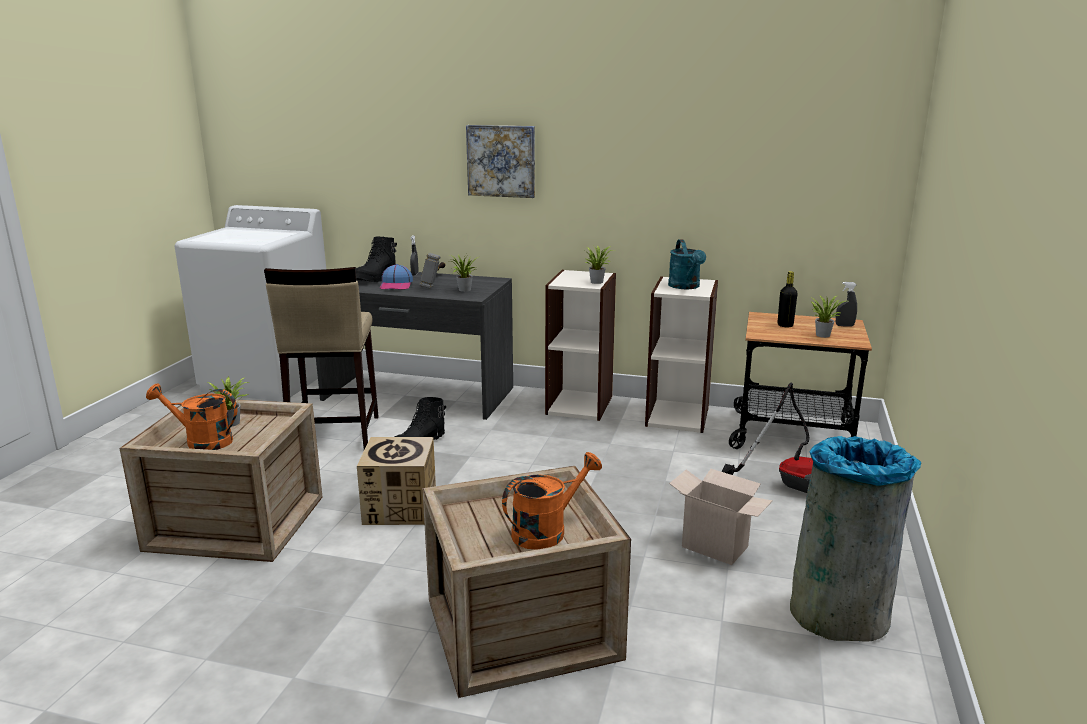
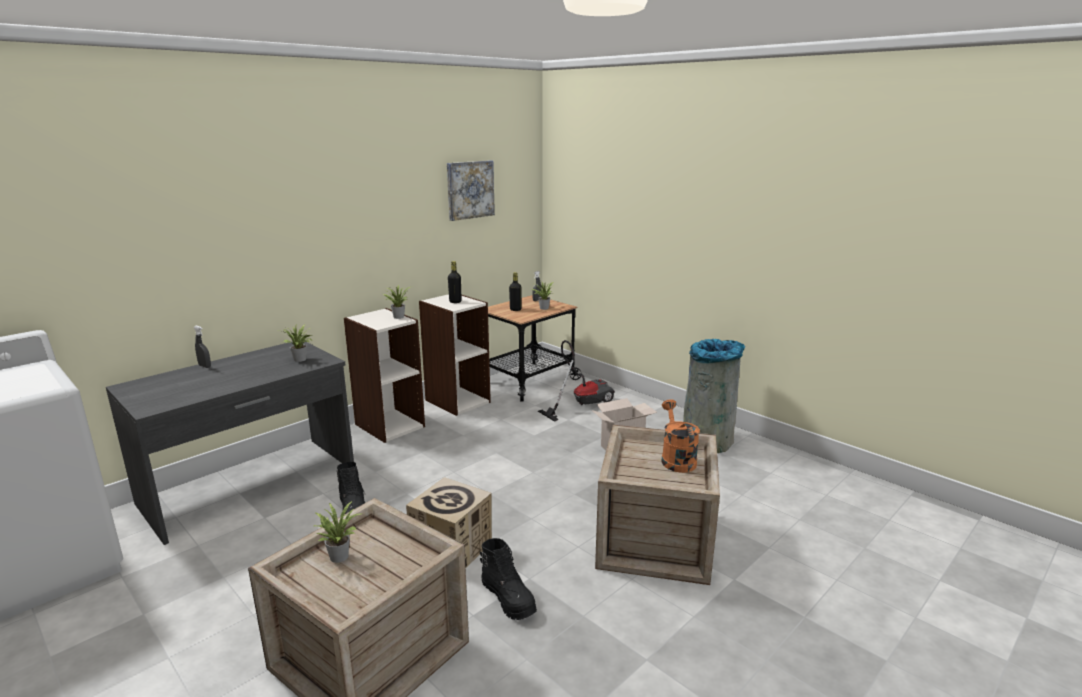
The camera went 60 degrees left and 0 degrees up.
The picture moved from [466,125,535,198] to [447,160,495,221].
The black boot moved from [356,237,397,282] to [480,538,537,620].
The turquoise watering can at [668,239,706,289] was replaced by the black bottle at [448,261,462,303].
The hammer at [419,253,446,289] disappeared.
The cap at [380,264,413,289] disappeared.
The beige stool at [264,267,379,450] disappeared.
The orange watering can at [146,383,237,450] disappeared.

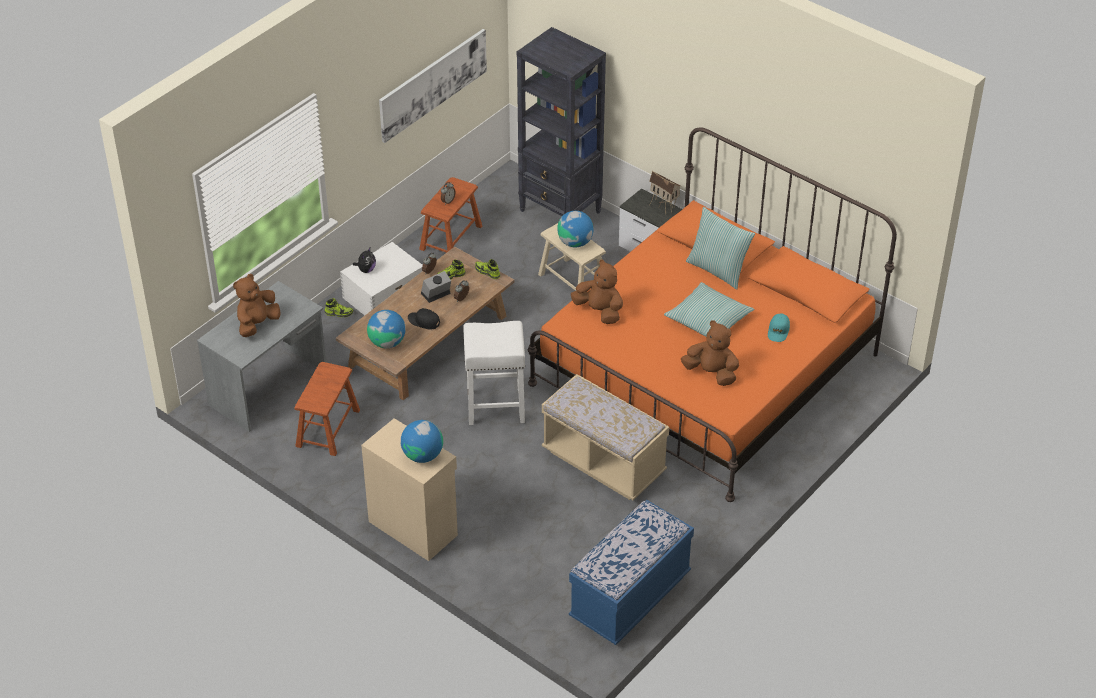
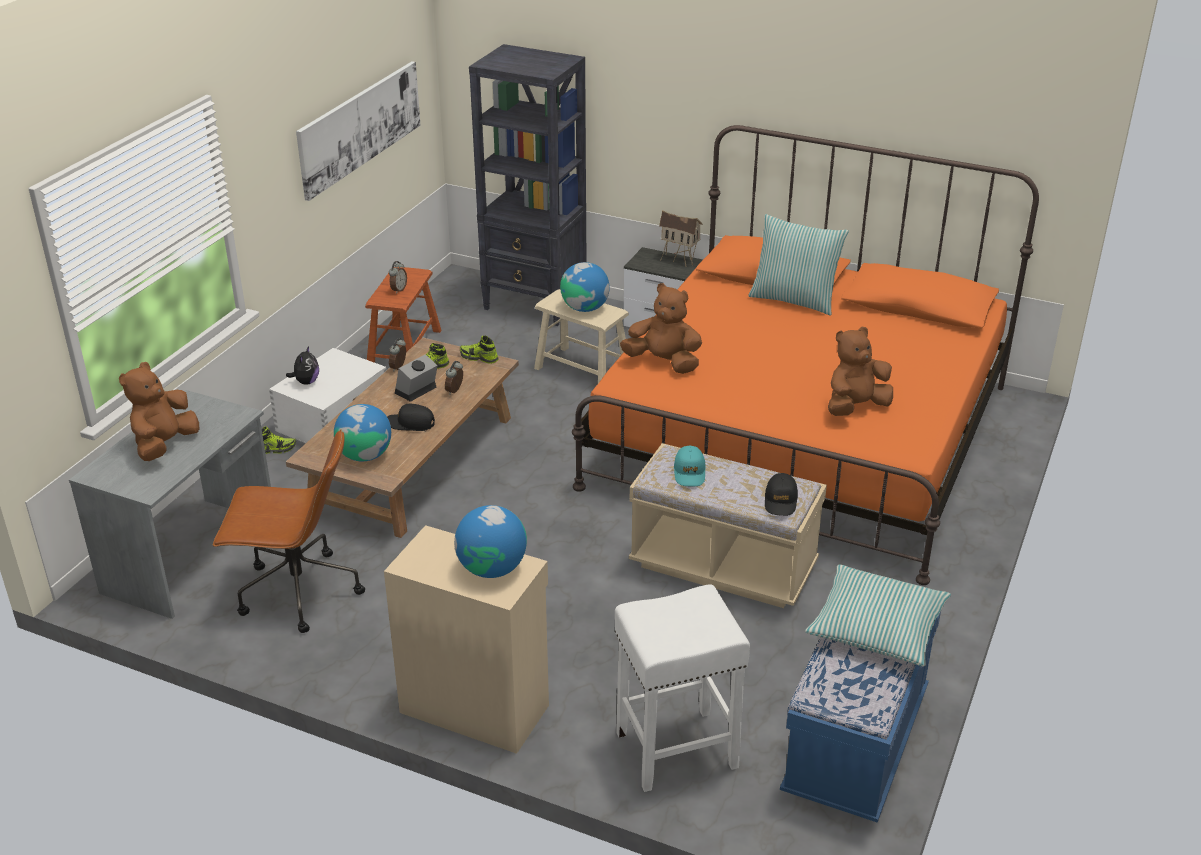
The camera went 15 degrees left and 10 degrees down.
The pillow moved from [664,282,754,337] to [805,564,951,667].
The turquoise cap moved from [768,314,790,342] to [674,445,706,486].
The brown plush toy at [681,320,739,386] turned 45 degrees counterclockwise.
The white stool moved from [463,321,525,425] to [615,584,750,792].
The brown stool at [295,362,360,456] was replaced by the brown office chair at [212,430,365,633].
The black cap at [765,473,798,516] appeared.

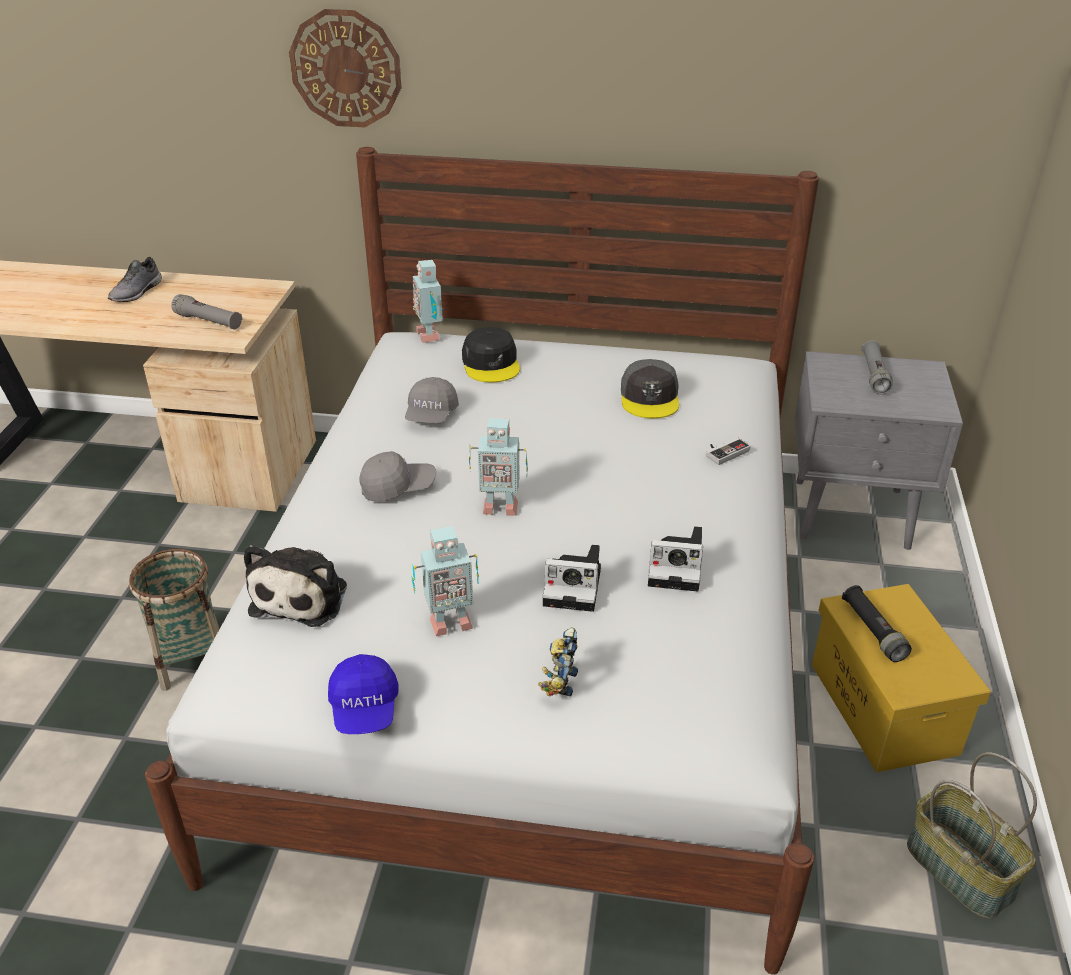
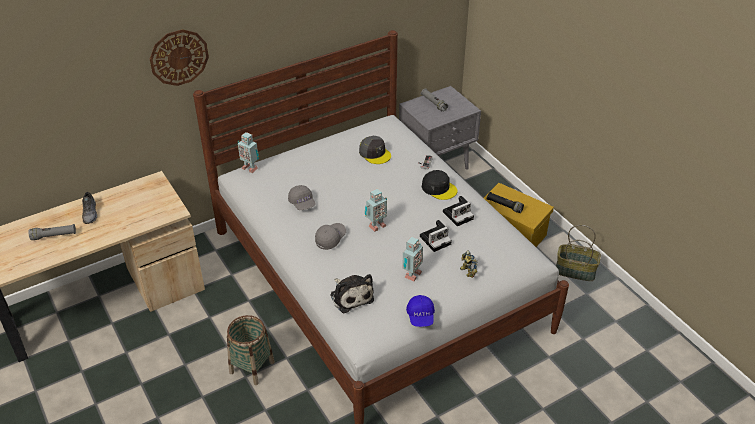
The camera went 40 degrees left and 5 degrees up.
The grey flashlight moved from [171,294,243,329] to [29,224,76,240].
The black cap moved from [462,327,520,383] to [422,170,457,200].
The blue cap at [328,654,399,734] turned 45 degrees clockwise.

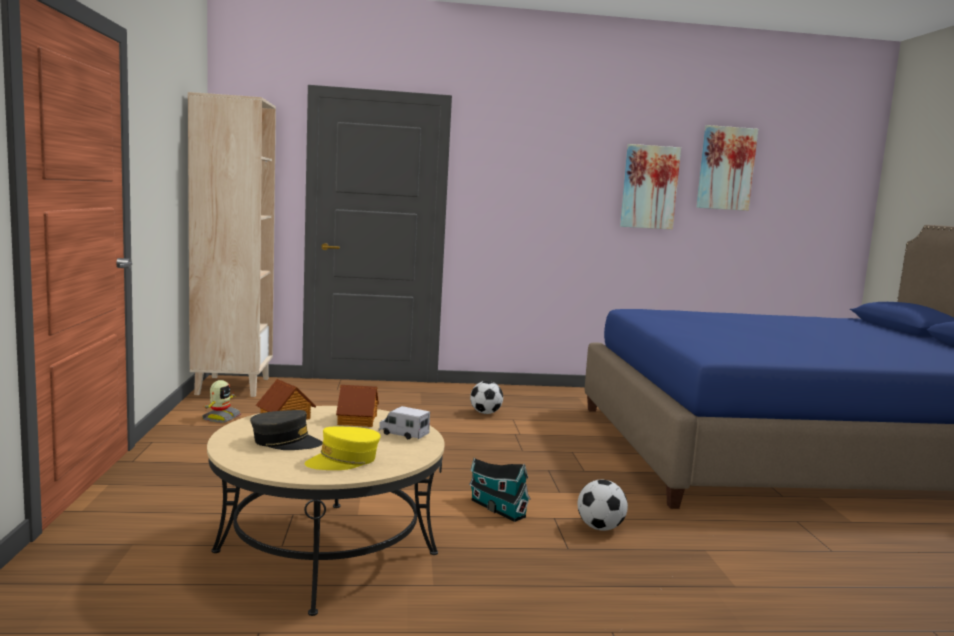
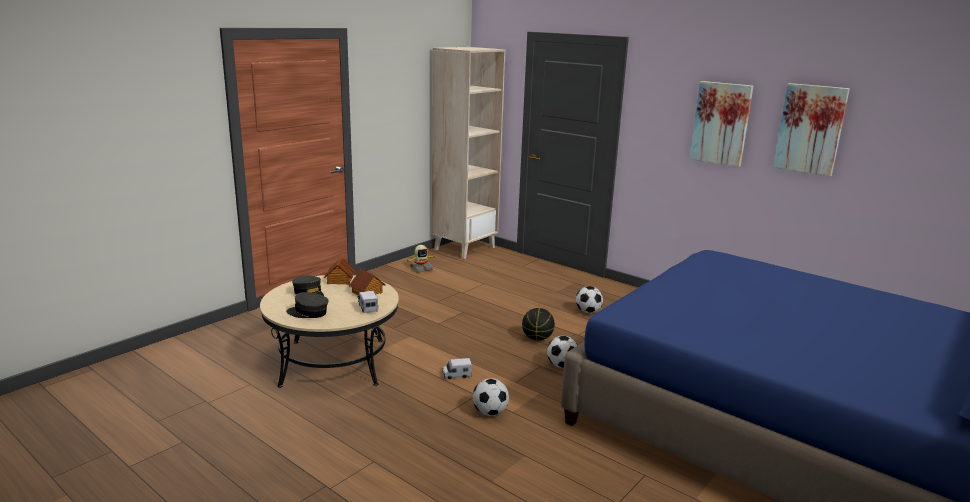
The camera went 45 degrees right and 10 degrees up.
The picture moved from [696,125,758,211] to [690,81,754,167].
The yellow cap at [305,427,381,470] became the grey cap at [286,292,328,318].
The toy house at [469,458,531,522] was replaced by the toy truck at [442,358,472,379].
The basketball at [522,308,555,341] appeared.
The football at [547,336,578,368] appeared.

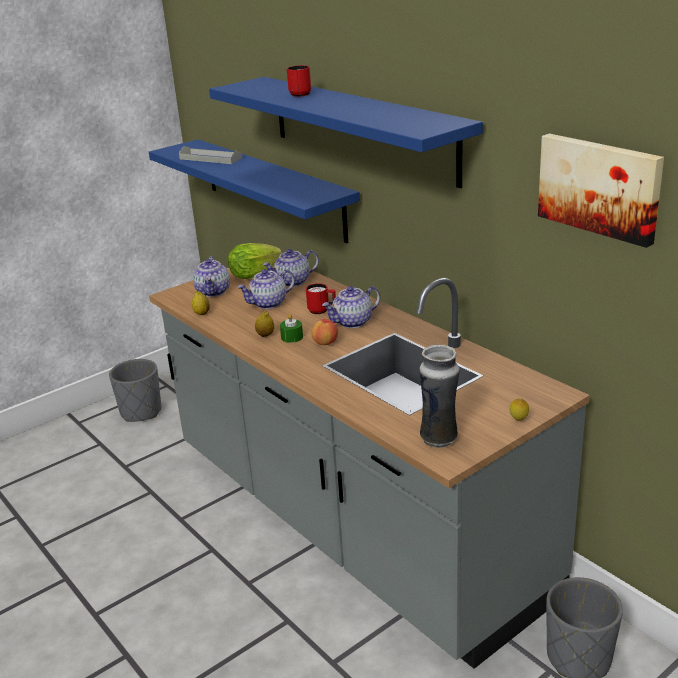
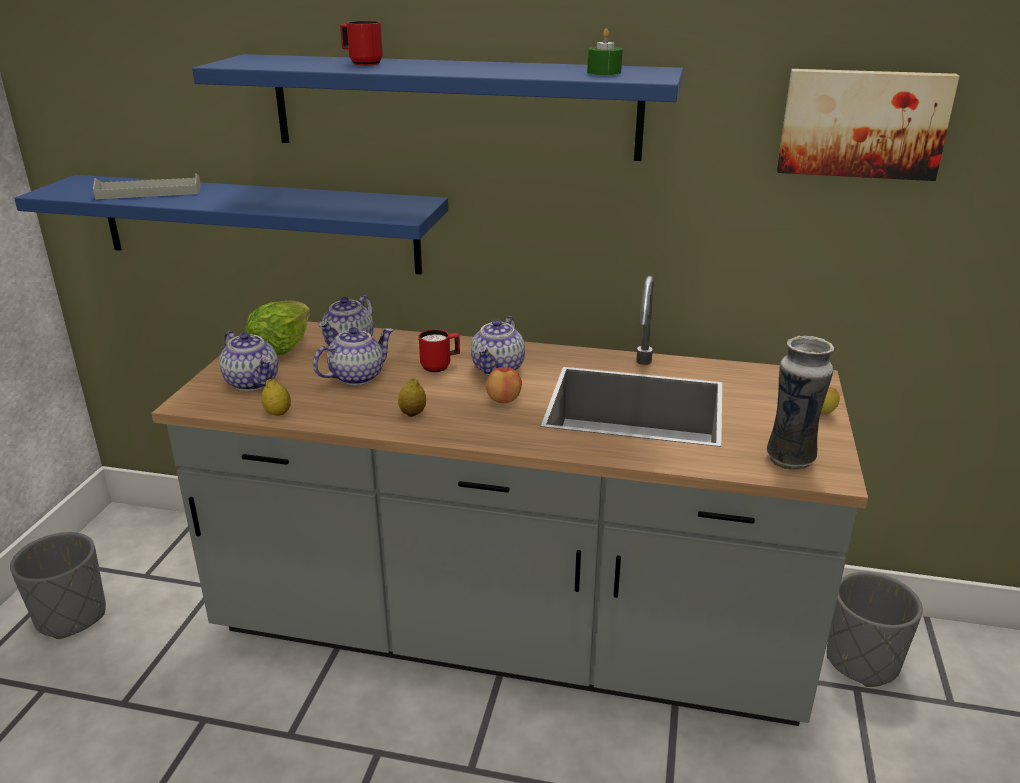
The camera went 40 degrees left and 0 degrees up.
The teapot at [237,269,295,309] turned 150 degrees counterclockwise.
The green candle moved from [280,314,303,343] to [587,29,622,75].

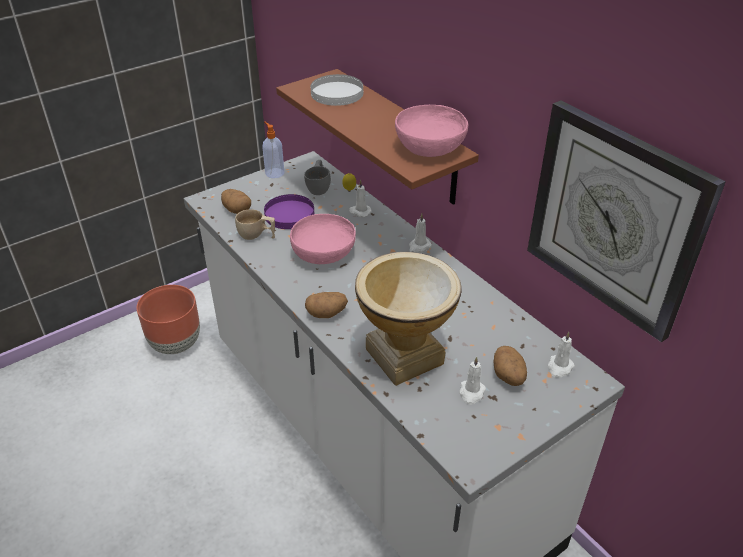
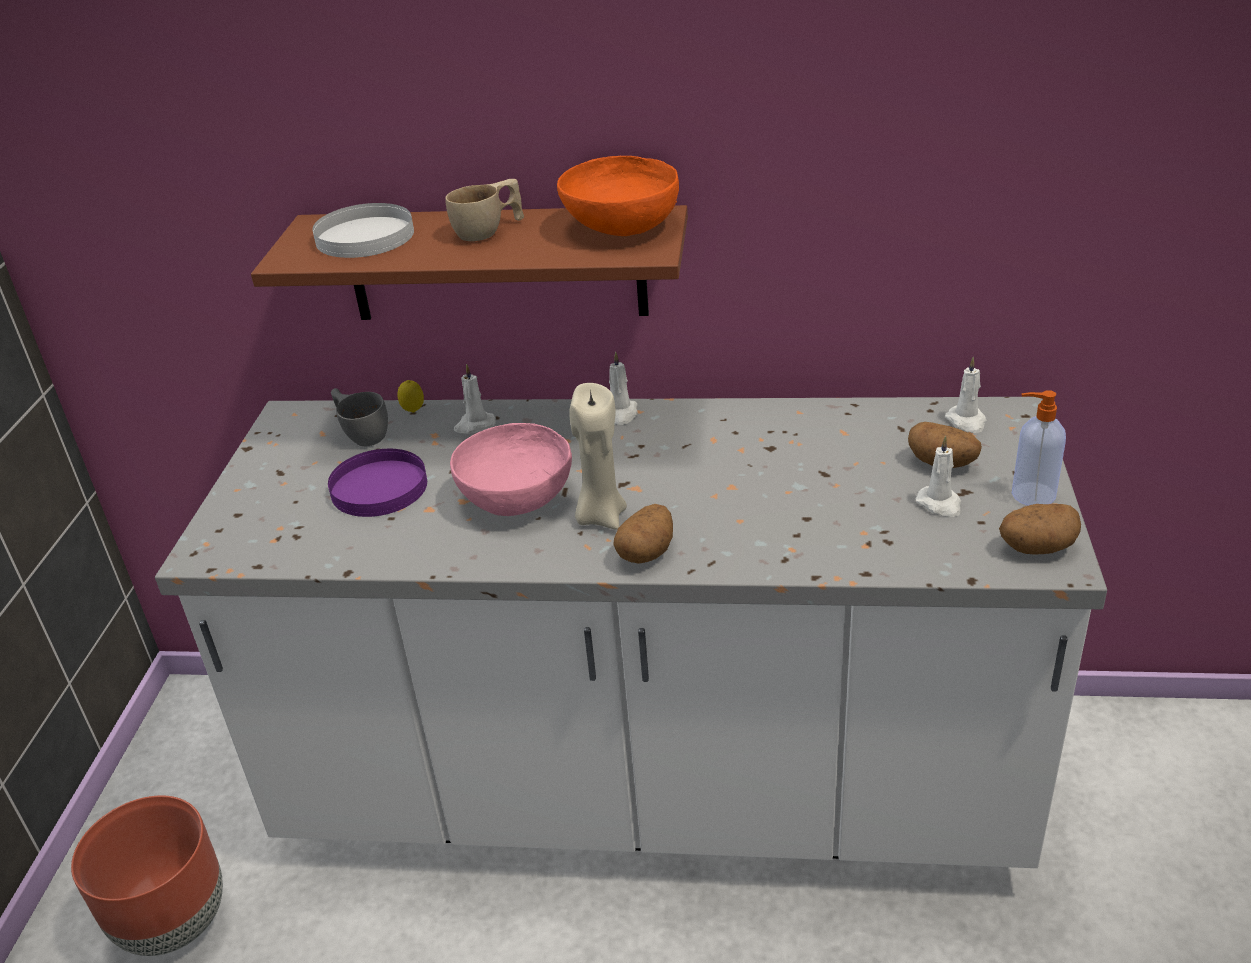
The camera went 45 degrees left and 5 degrees down.
The wall clock at [527,100,726,342] disappeared.
The pink bowl at [395,105,468,157] became the orange bowl at [557,156,679,236].
The soap dispenser moved from [262,122,284,178] to [1012,390,1066,506].
The potato moved from [221,189,251,214] to [999,504,1081,554].
The beige cup moved from [235,209,275,240] to [445,179,524,241].
The vase at [355,252,462,386] disappeared.
The beige candle at [569,383,627,530] appeared.

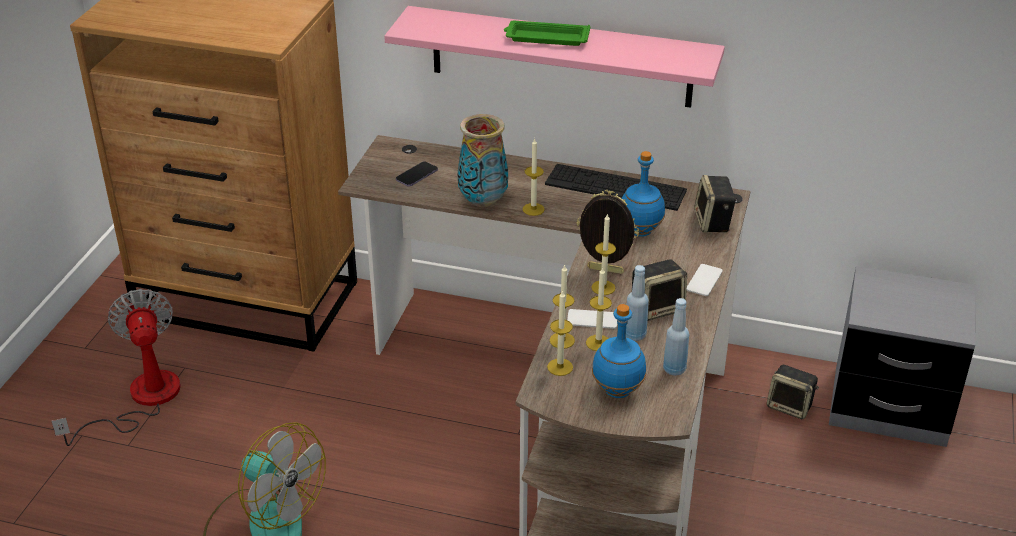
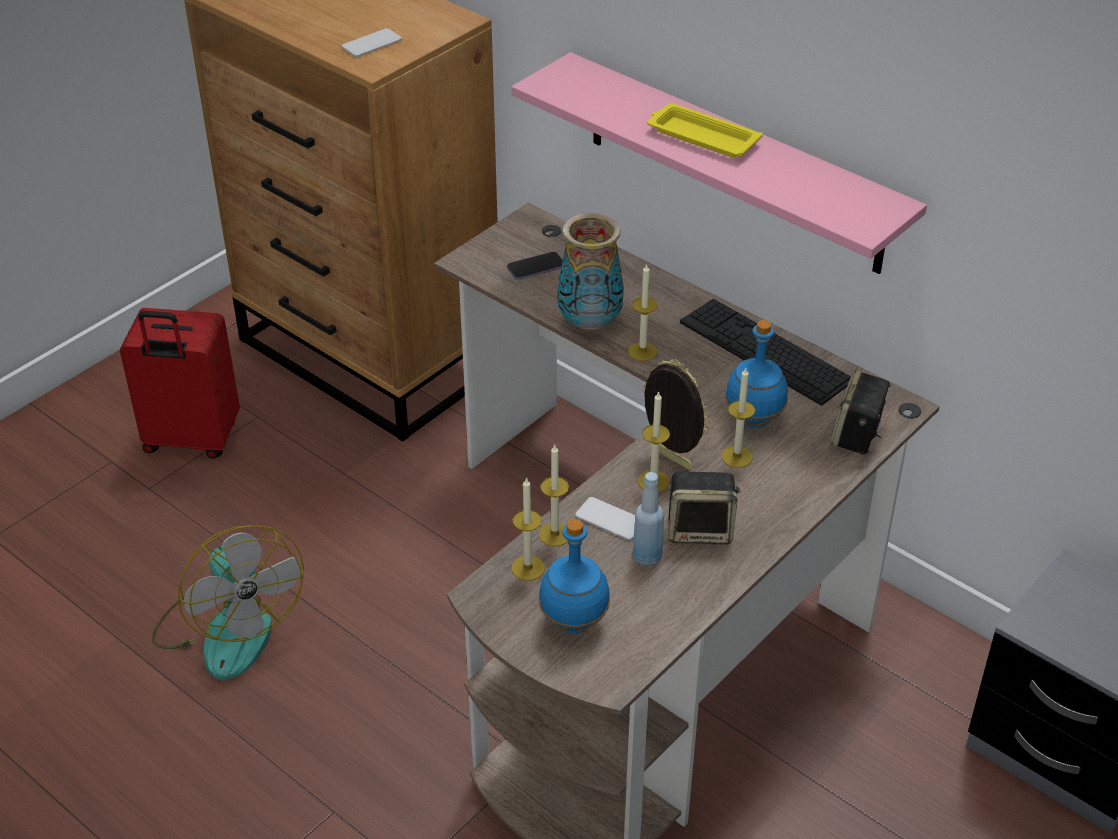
The camera went 25 degrees right and 5 degrees up.
The green tray at [504,21,591,46] became the yellow tray at [647,103,763,157].
The phone moved from [687,264,723,296] to [342,28,402,57].
The candle moved from [586,267,612,351] to [721,368,755,468].
The fan at [51,289,181,446] was replaced by the red suitcase at [120,308,240,459].
The blue bottle at [663,298,689,376] disappeared.
The speaker at [767,365,819,419] disappeared.

